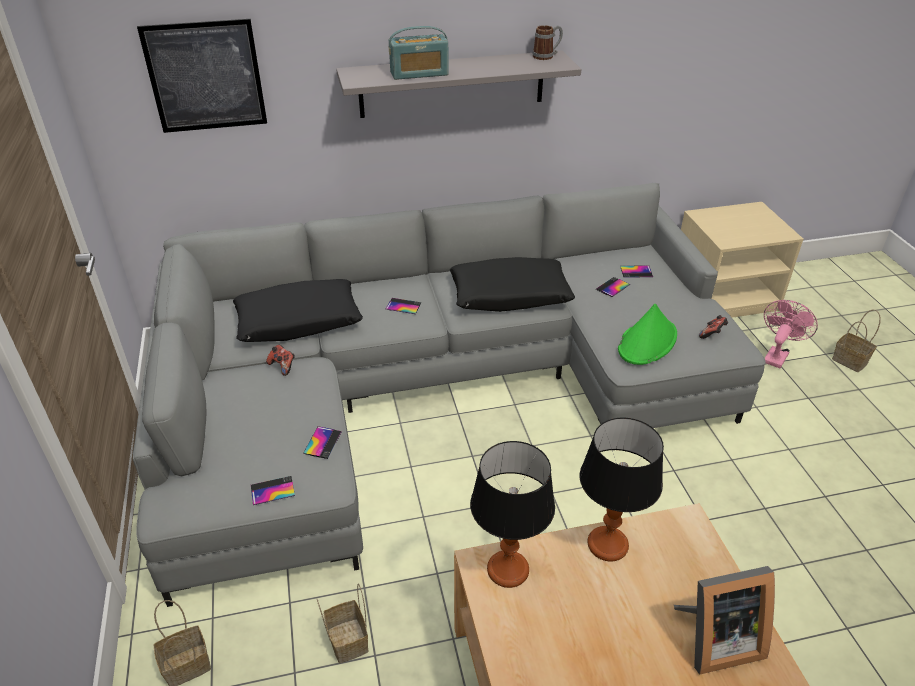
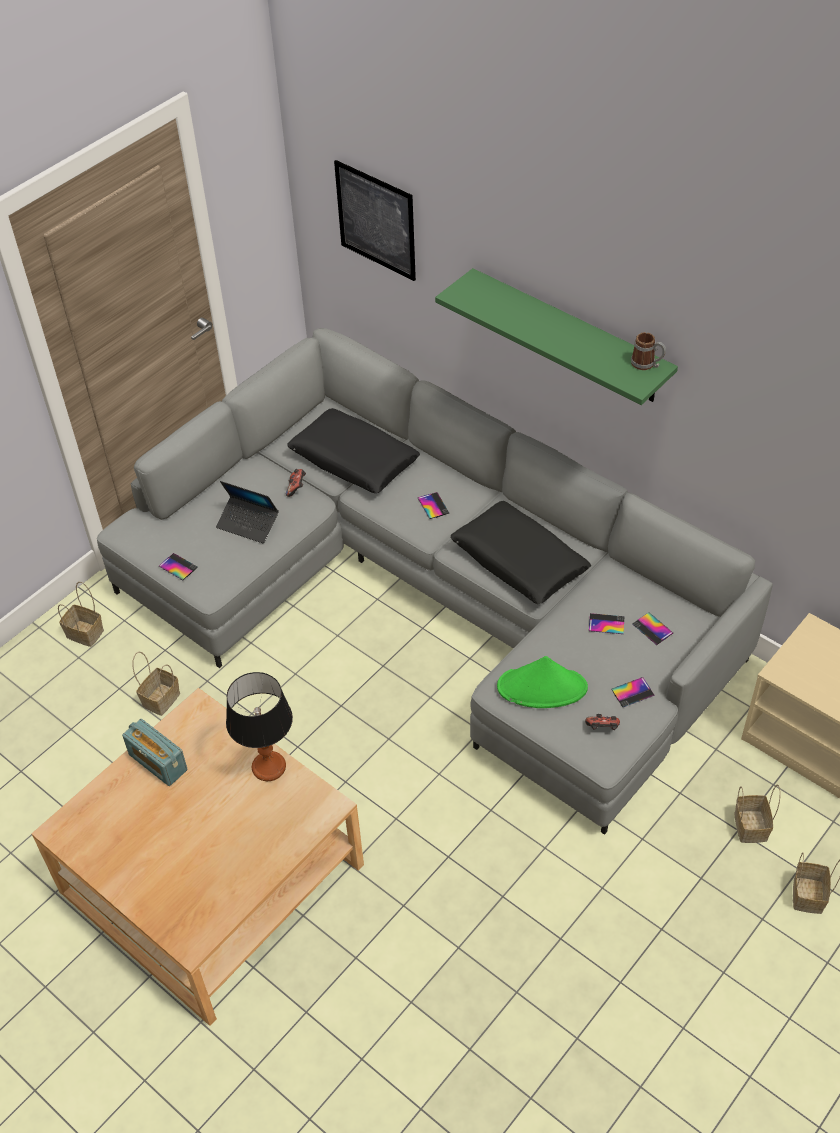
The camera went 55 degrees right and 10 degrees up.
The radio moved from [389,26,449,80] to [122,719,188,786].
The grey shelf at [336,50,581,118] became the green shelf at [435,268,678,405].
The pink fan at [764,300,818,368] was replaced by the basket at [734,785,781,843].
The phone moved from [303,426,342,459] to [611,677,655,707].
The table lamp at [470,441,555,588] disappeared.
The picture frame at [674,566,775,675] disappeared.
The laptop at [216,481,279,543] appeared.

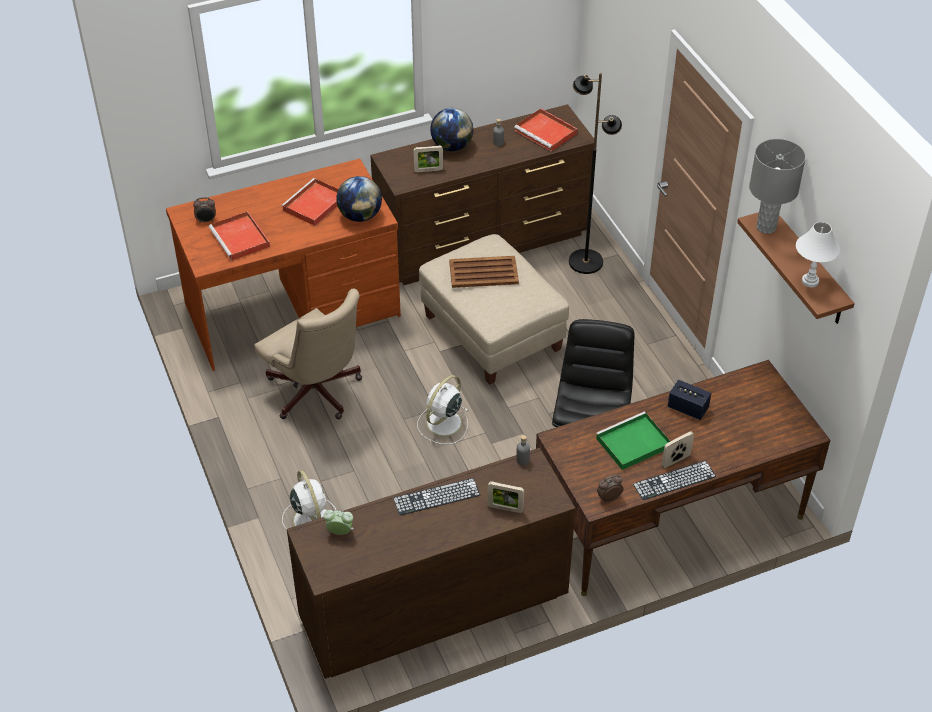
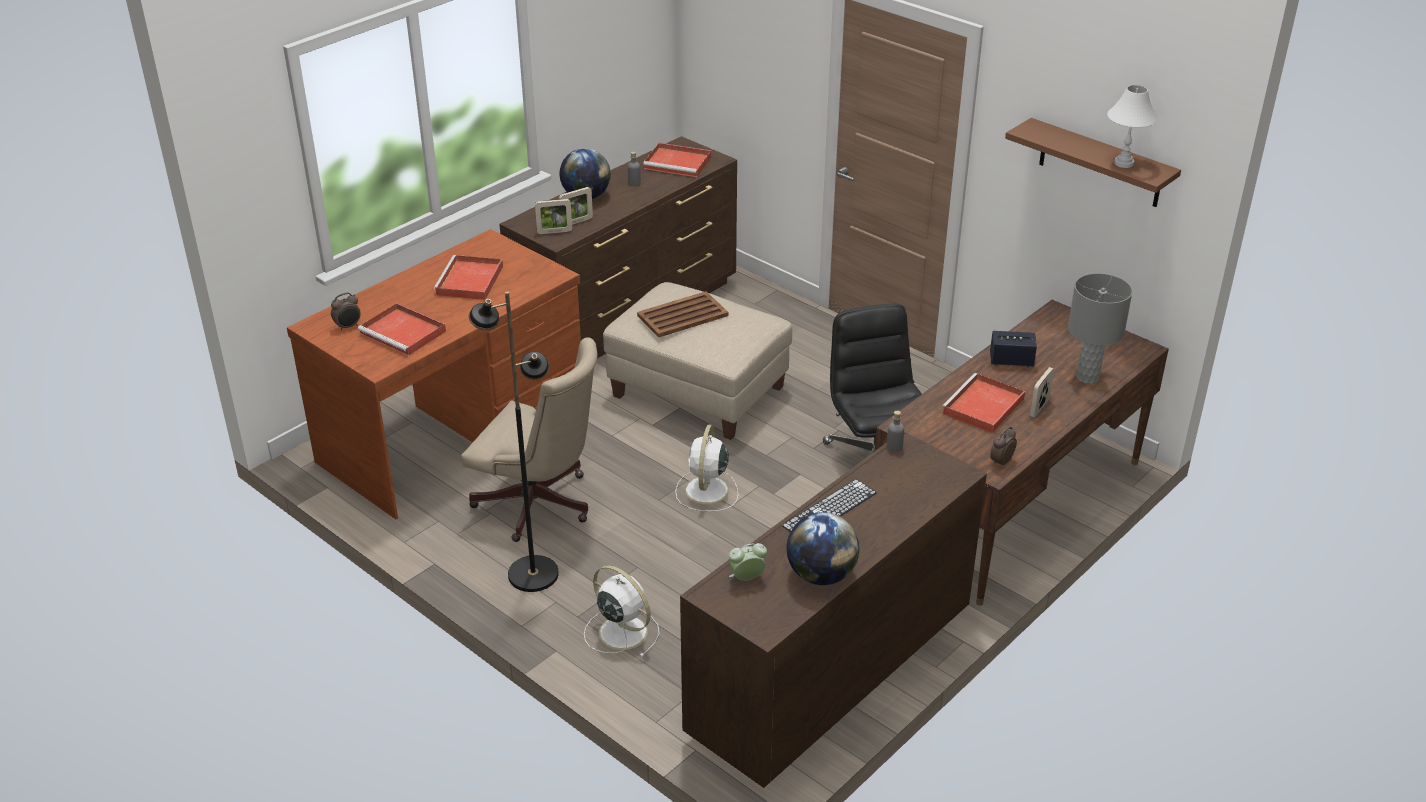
The camera went 25 degrees left and 10 degrees down.
The black floor lamp moved from [569,73,622,274] to [469,291,559,592].
The grey table lamp moved from [749,139,806,234] to [1068,273,1133,384].
The globe moved from [336,176,382,222] to [787,512,859,585].
The green tray at [596,412,670,470] became the red tray at [941,373,1025,433].
The keyboard at [633,460,716,500] disappeared.
The picture frame moved from [487,481,524,513] to [535,199,572,234].

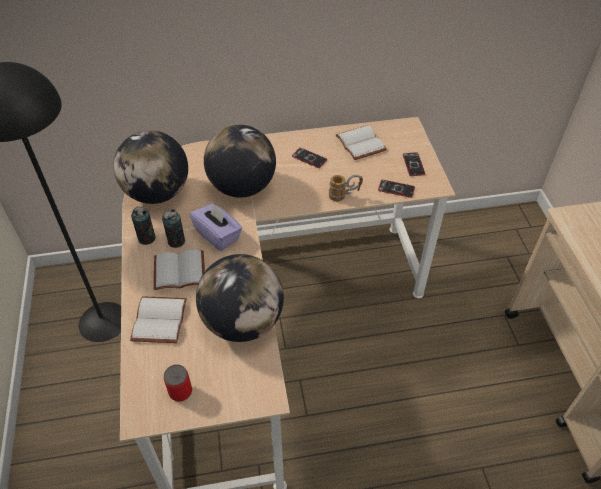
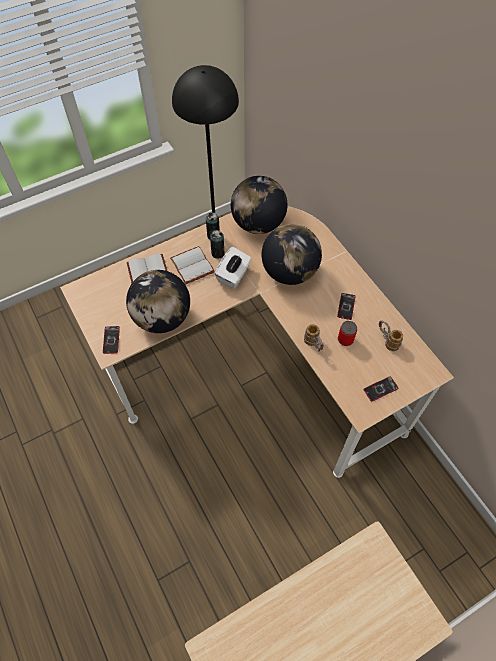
The camera went 70 degrees right and 10 degrees up.
The white book at [336,125,387,160] was replaced by the mug at [379,320,403,351].
The phone moved from [378,180,415,198] to [103,326,120,354].
The purple tissue box at [189,202,243,251] became the white tissue box at [215,247,252,289].
The can moved from [164,364,192,402] to [338,321,357,346].

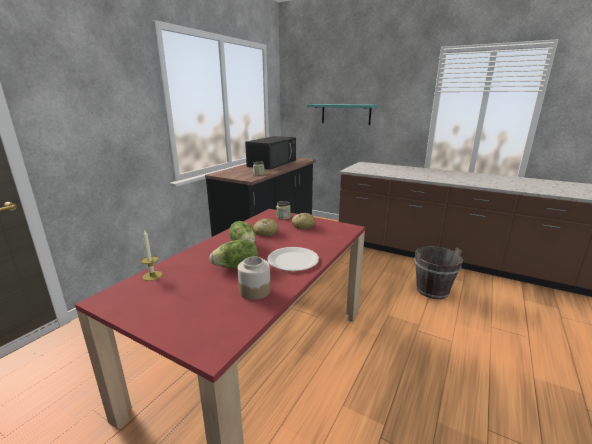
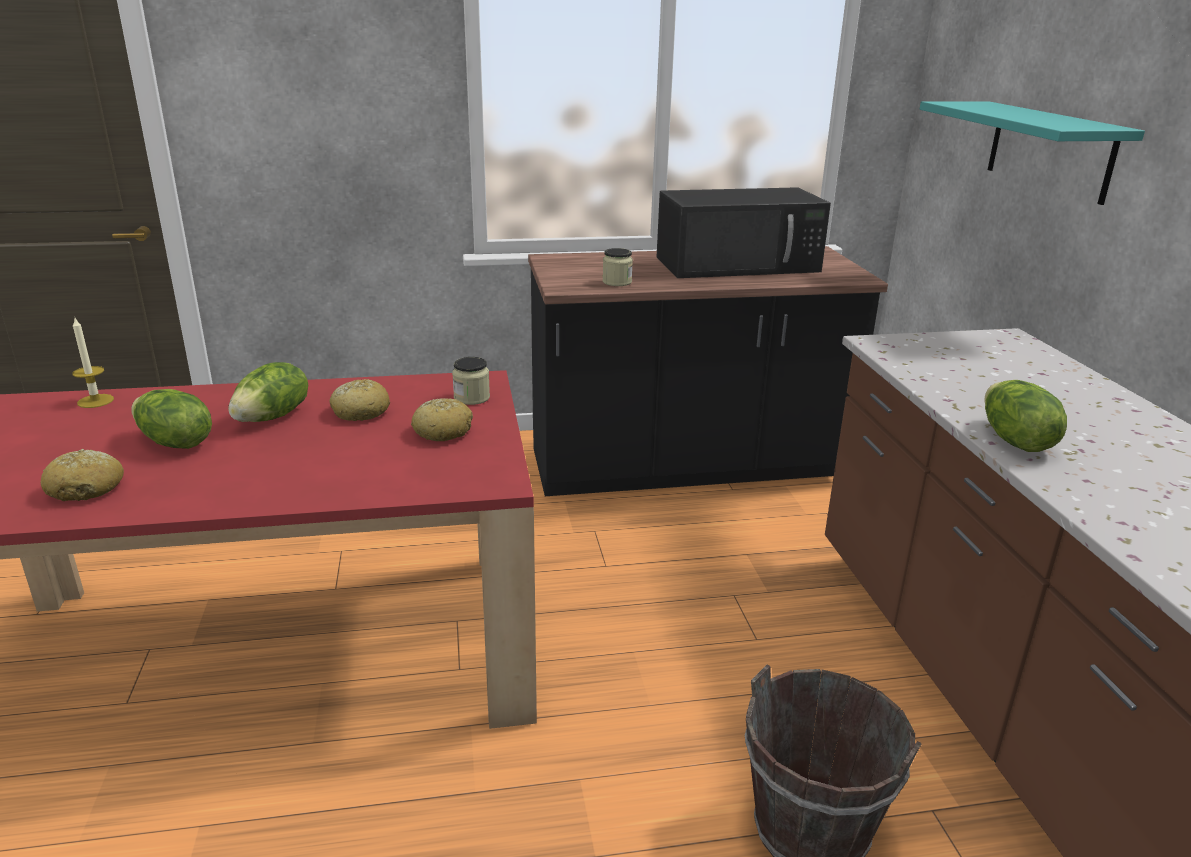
The camera went 50 degrees right and 5 degrees up.
The white plate at [267,247,319,271] disappeared.
The jar at [238,257,271,300] was replaced by the bread at [41,449,124,501].
The lettuce at [984,380,1067,452] appeared.

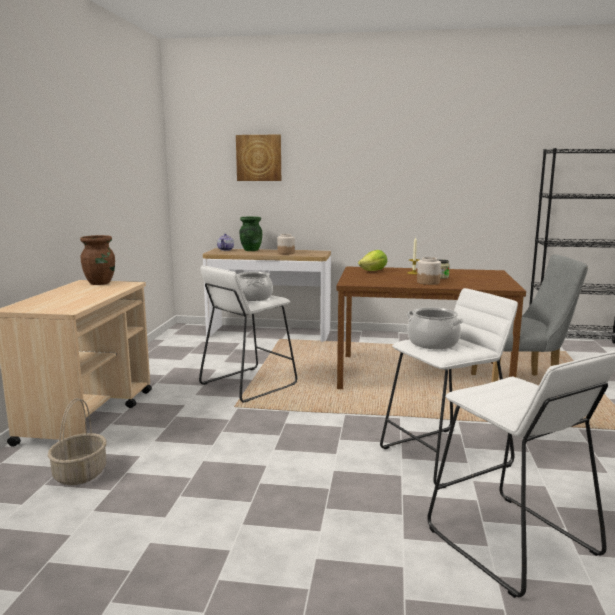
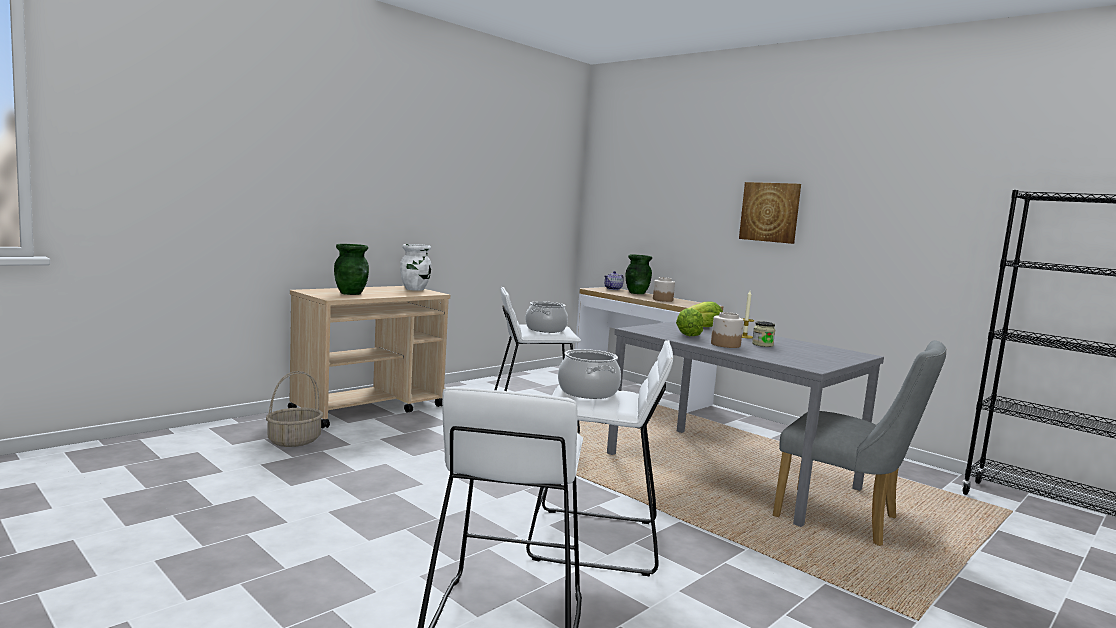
The camera went 35 degrees right and 5 degrees down.
The picture moved from [236,135,281,181] to [739,182,801,244].
The brown vase at [80,235,115,285] became the white vase at [400,244,431,291].
The brown dining table at [336,266,526,389] became the grey dining table at [607,321,884,527].
The green vase at [334,244,369,295] appeared.
The lettuce at [676,308,703,336] appeared.

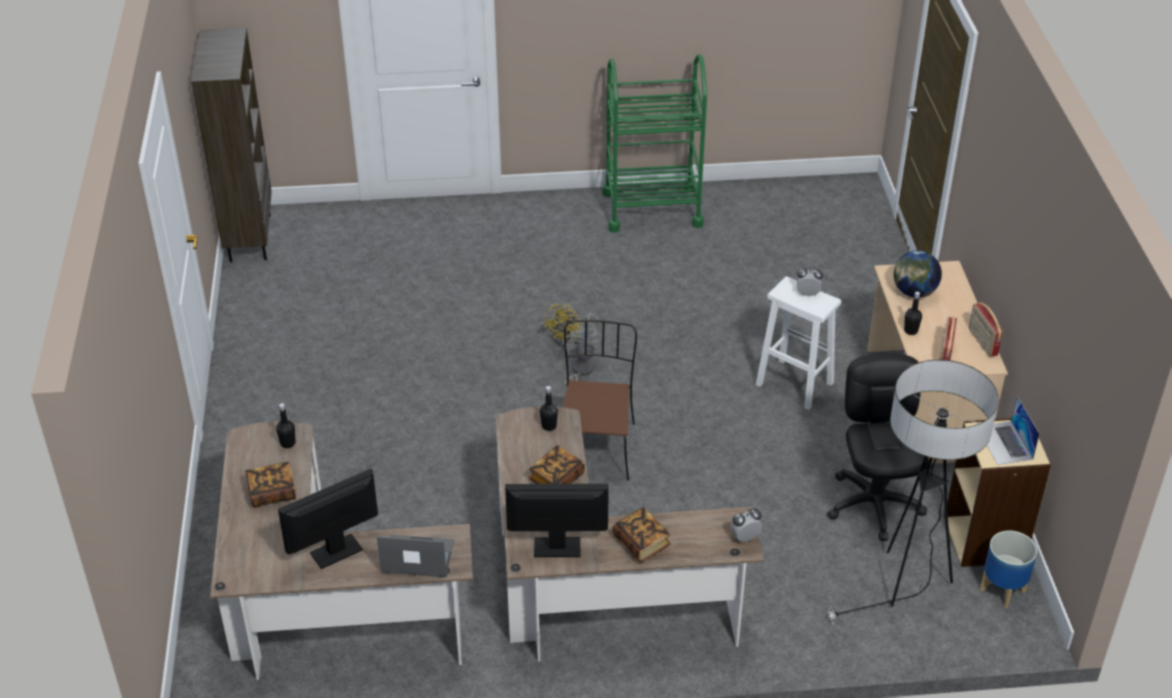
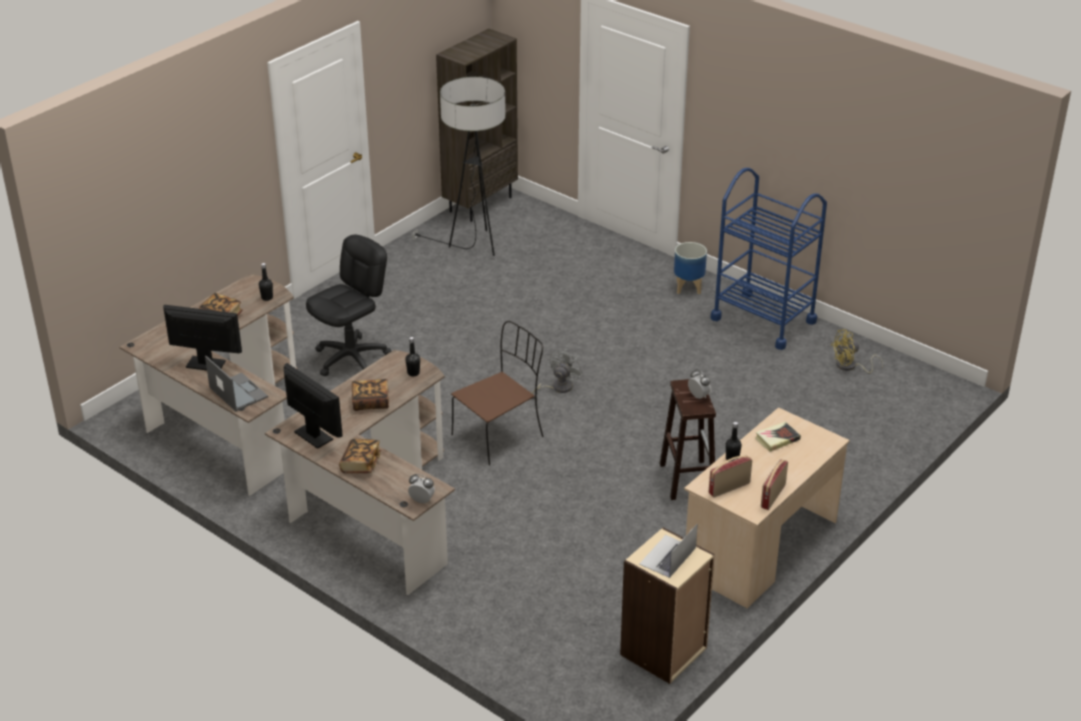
The camera went 45 degrees right and 5 degrees down.
The green cart at [602,54,707,233] became the blue cart at [710,168,827,350].
The globe at [894,250,942,298] was replaced by the book at [756,422,801,452].
The white stool at [756,276,841,410] became the brown stool at [659,379,716,500].
The yellow fan moved from [543,304,600,347] to [831,329,883,373].
The black office chair moved from [827,354,929,541] to [306,235,391,376].
The floor lamp moved from [823,360,999,625] to [411,76,506,256].
The planter moved from [980,531,1037,608] to [674,242,707,295].

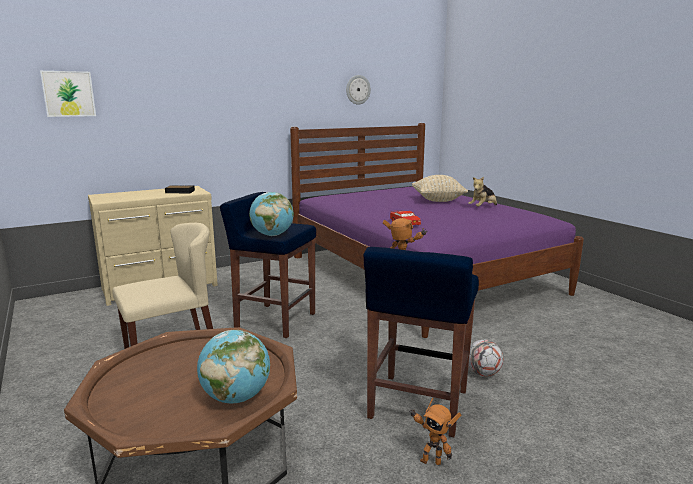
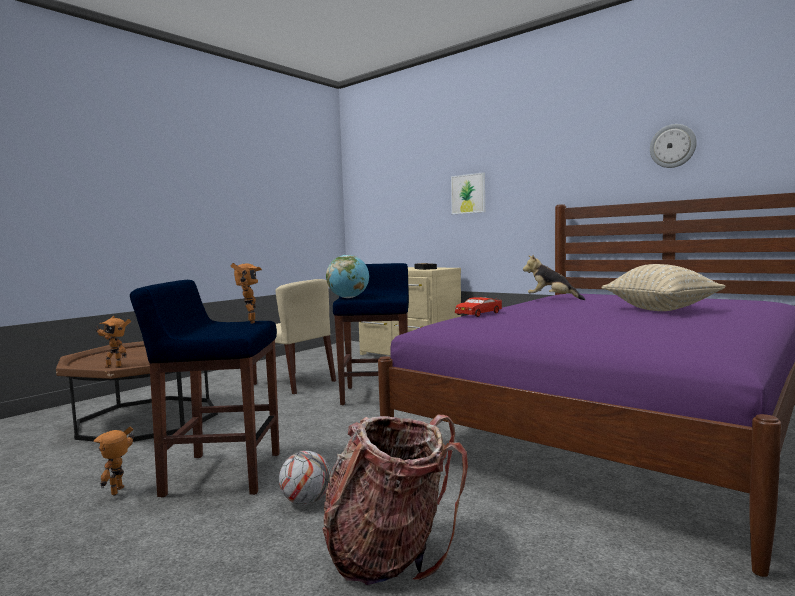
The camera went 70 degrees right and 10 degrees down.
The picture moved from [40,71,96,117] to [451,172,485,214].
The plush toy moved from [468,177,497,206] to [523,255,585,300].
The globe at [197,330,270,404] was replaced by the toy robot at [94,316,131,368].
The backpack at [323,415,468,585] appeared.

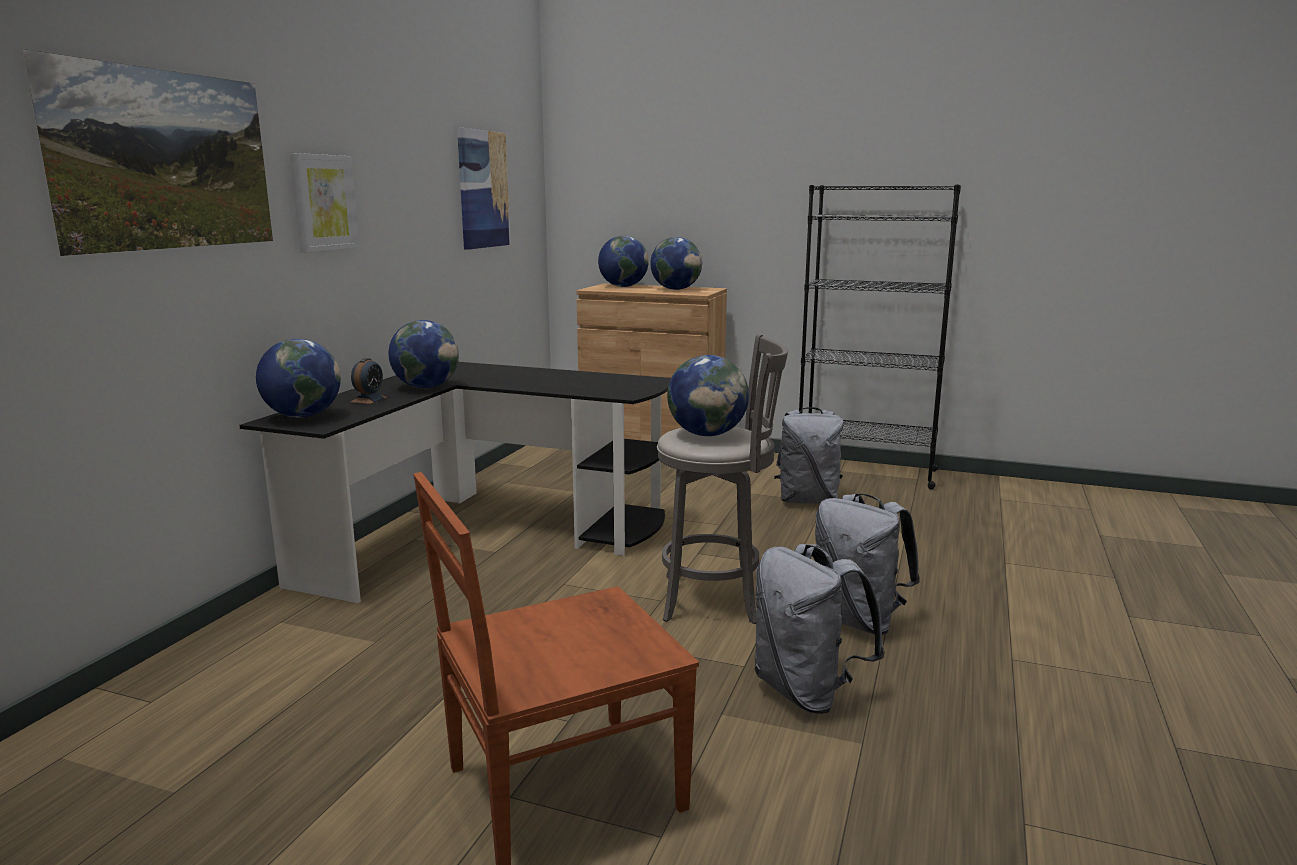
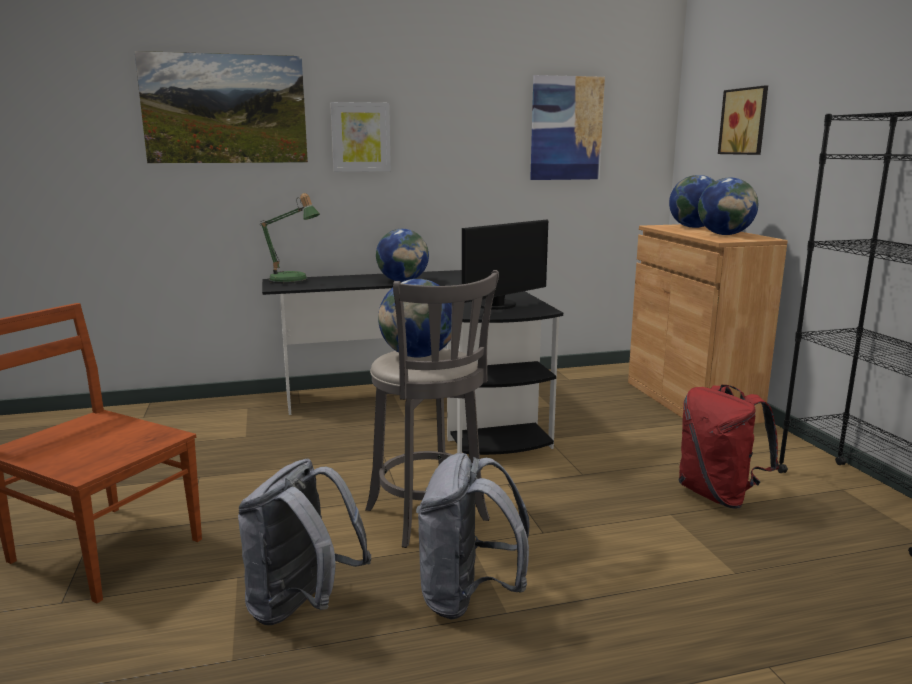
The camera went 55 degrees right and 0 degrees up.
The globe at [256,339,341,418] was replaced by the table lamp at [260,193,320,284].
The alarm clock at [350,358,388,404] disappeared.
The grey backpack at [774,407,844,503] became the red backpack at [678,384,779,509].
The picture at [718,85,768,155] appeared.
The monitor at [462,220,548,310] appeared.

